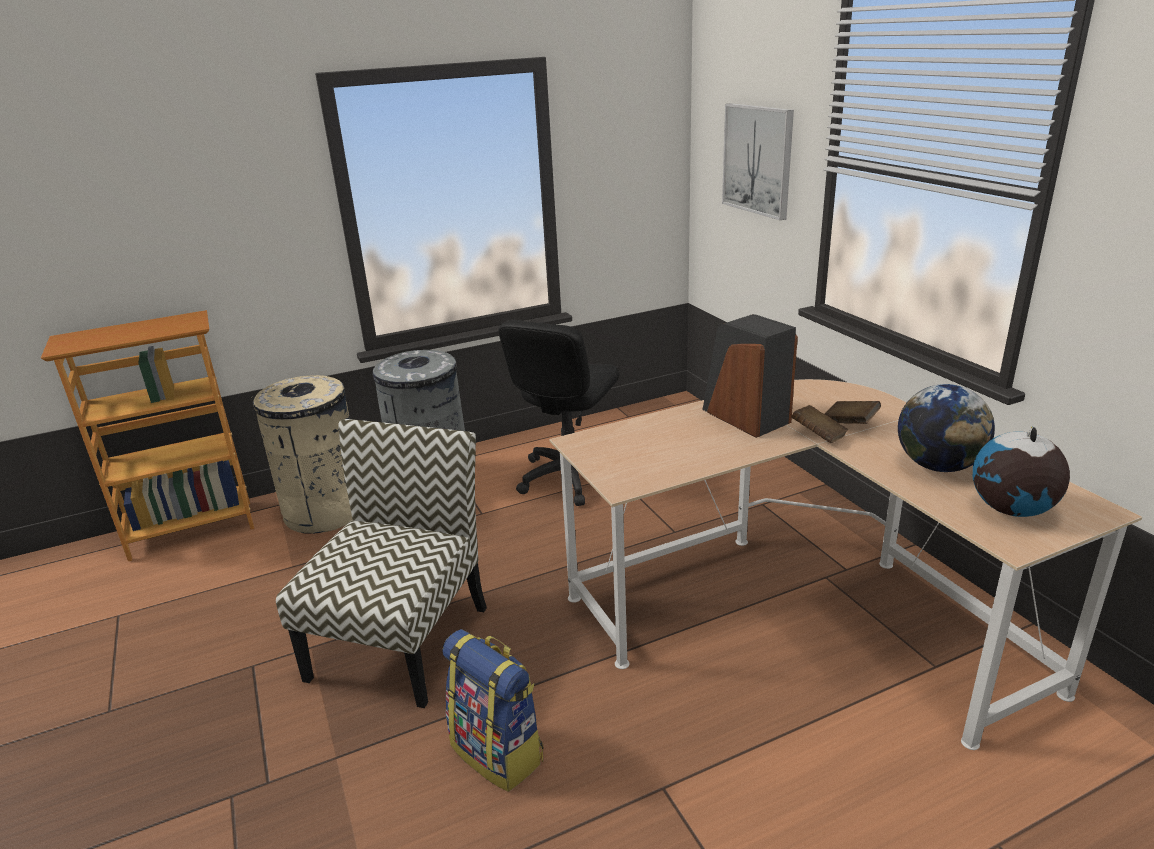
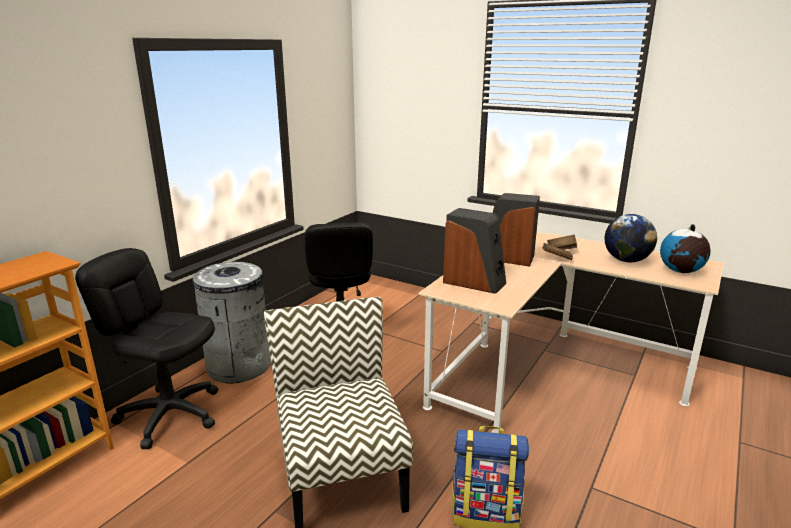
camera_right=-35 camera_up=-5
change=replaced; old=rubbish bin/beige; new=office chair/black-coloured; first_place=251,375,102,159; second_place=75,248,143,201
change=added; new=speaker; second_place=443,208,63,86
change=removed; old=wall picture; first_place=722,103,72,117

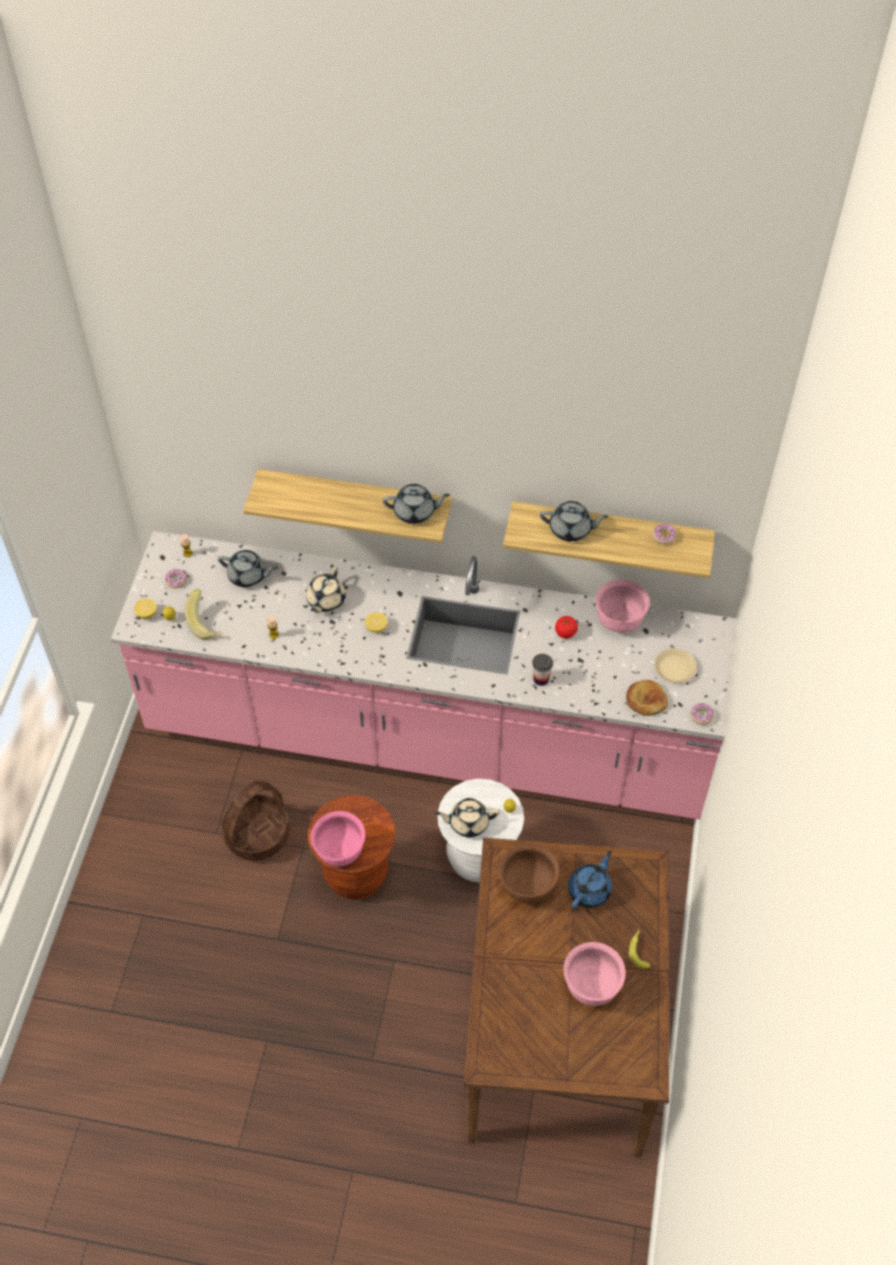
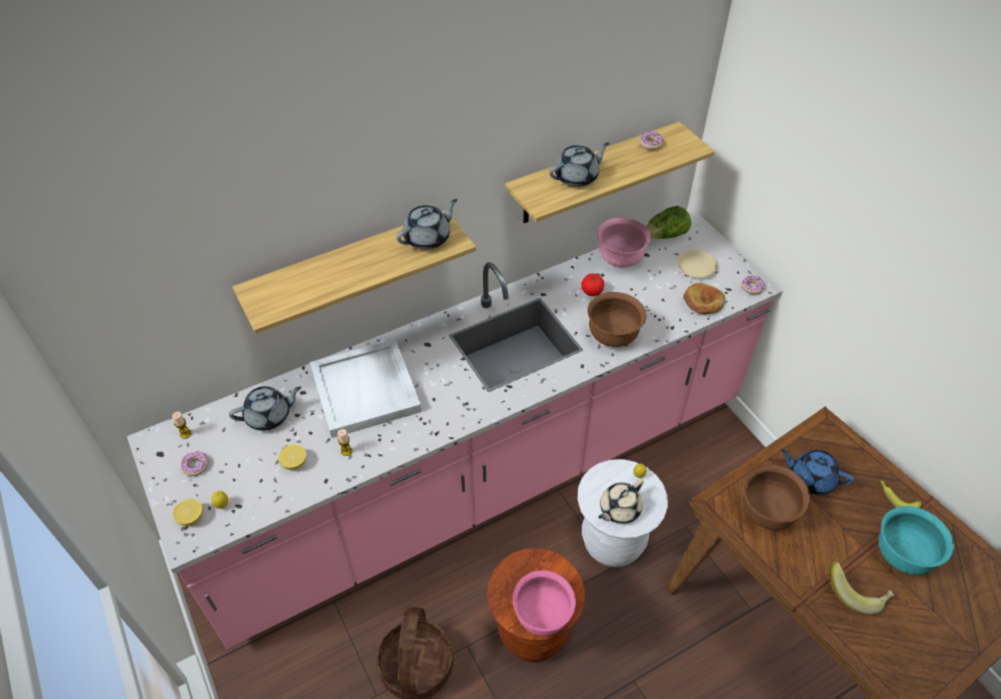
camera_right=-40 camera_up=-5
change=moved; old=whole lemon; first_place=365,612,23,21; second_place=278,444,28,26
change=replaced; old=pot for tea/beige; new=tray/white; first_place=306,566,40,47; second_place=310,339,112,99
change=replaced; old=drinking cup; new=bowl/brownish; first_place=532,654,21,32; second_place=587,292,59,55
change=added; new=head of lettuce; second_place=646,206,45,33
change=turned; old=pot for tea/bluish; first_place=568,851,44,58; second_place=781,449,73,46; degrees=-60
change=moved; old=banana; first_place=184,589,37,50; second_place=829,562,65,53
change=recoloured; old=bowl/pink-coloured; new=bowl/turquoise-coloured; first_place=563,942,63,64; second_place=879,506,75,69

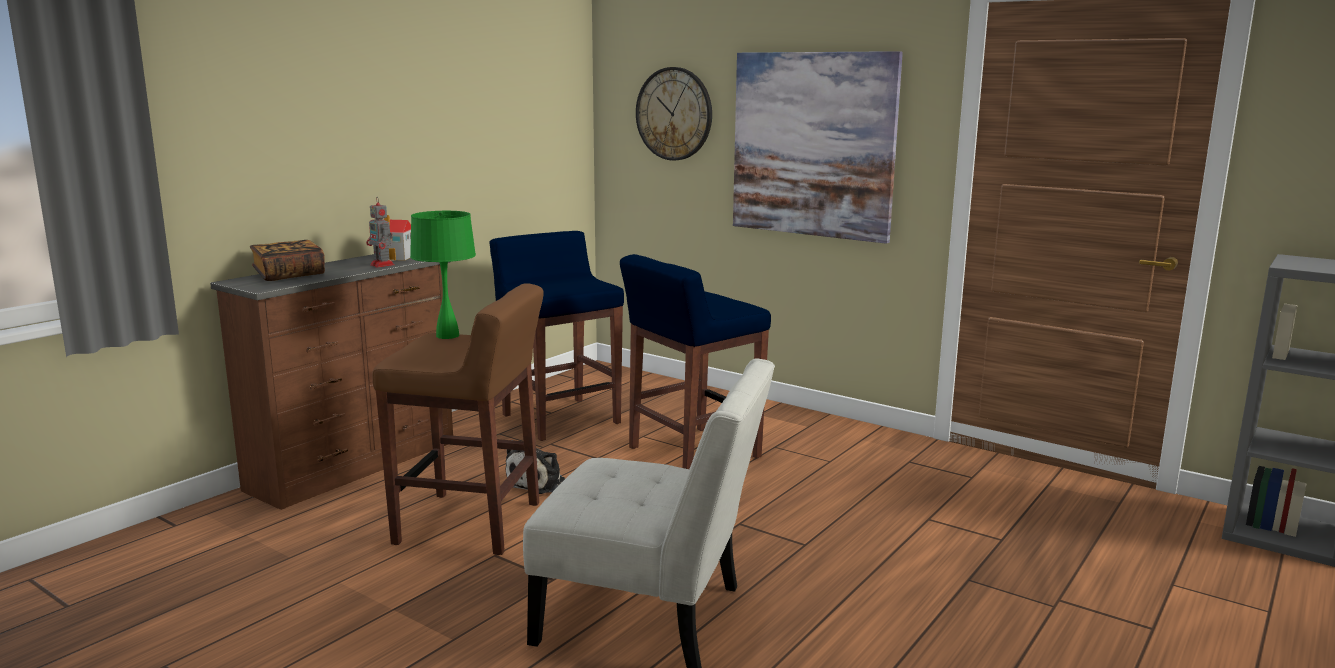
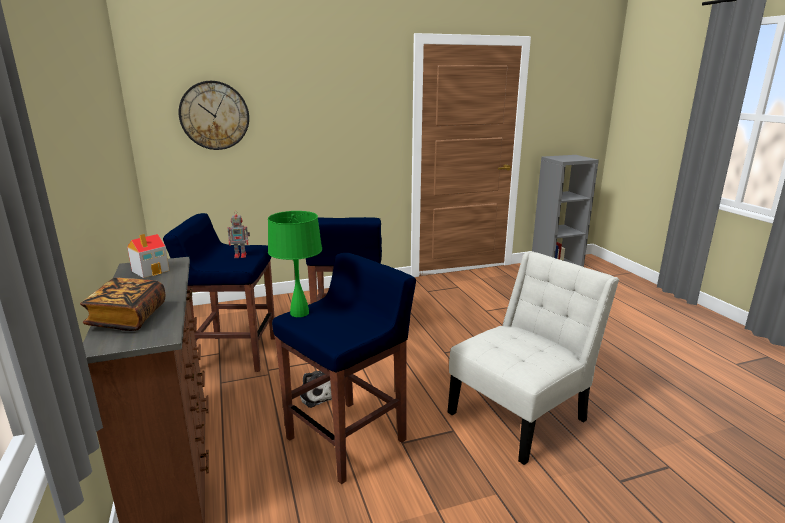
camera_right=-55 camera_up=5
change=moved; old=model robot; first_place=366,197,29,71; second_place=228,210,22,48
change=recoloured; old=stool/brownish; new=stool/bluish; first_place=372,283,172,272; second_place=272,253,144,231
change=removed; old=wall picture; first_place=733,51,170,193

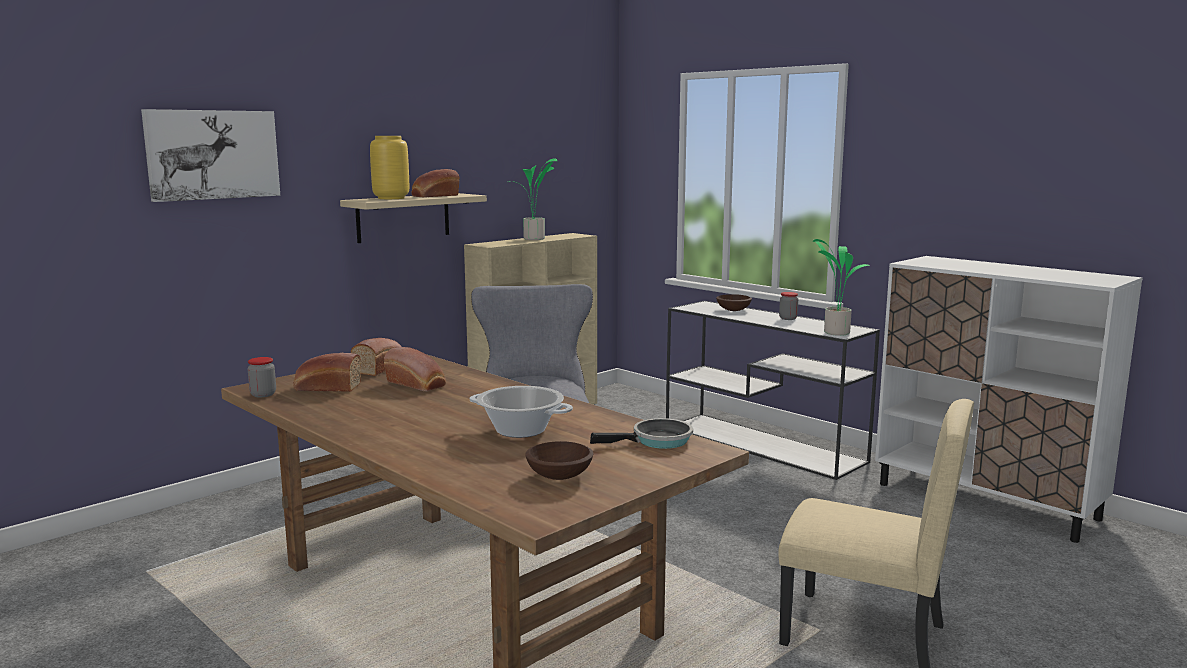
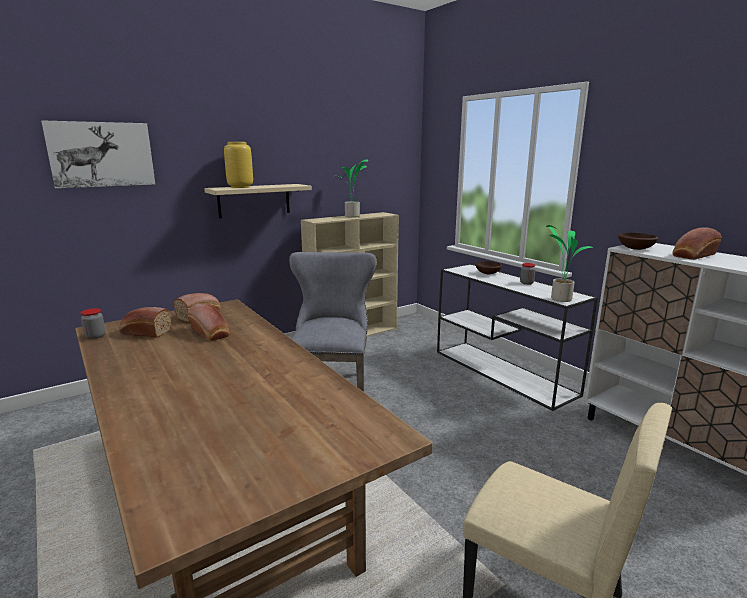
camera_right=10 camera_up=5
change=moved; old=bowl/brownish; first_place=525,441,69,39; second_place=618,233,41,17
change=moved; old=baked bread; first_place=412,169,47,28; second_place=673,227,49,33
change=removed; old=saucepot; first_place=469,386,104,52
change=removed; old=skillet; first_place=590,418,103,31

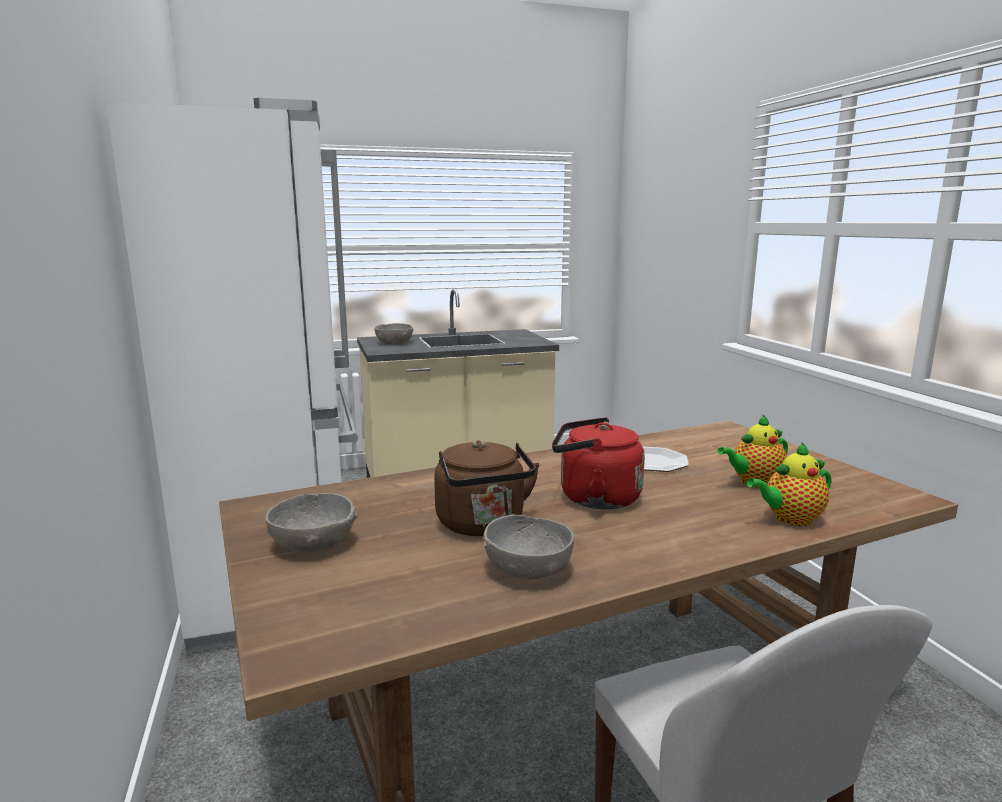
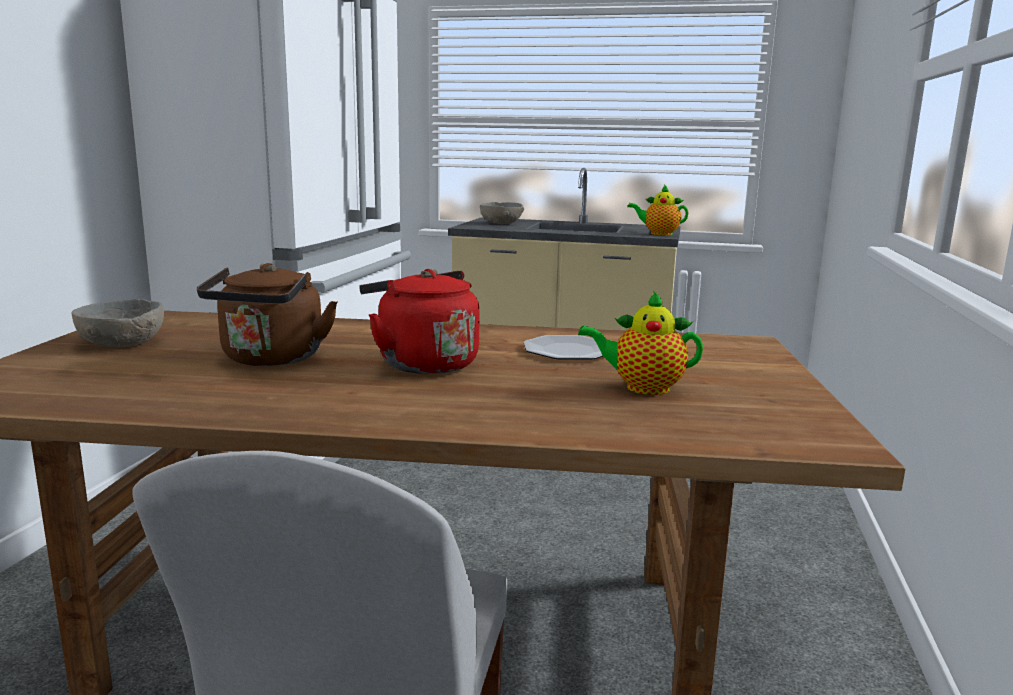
camera_right=30 camera_up=0
change=moved; old=pot for tea; first_place=747,442,85,84; second_place=627,184,61,52
change=removed; old=bowl/gray; first_place=483,514,91,66

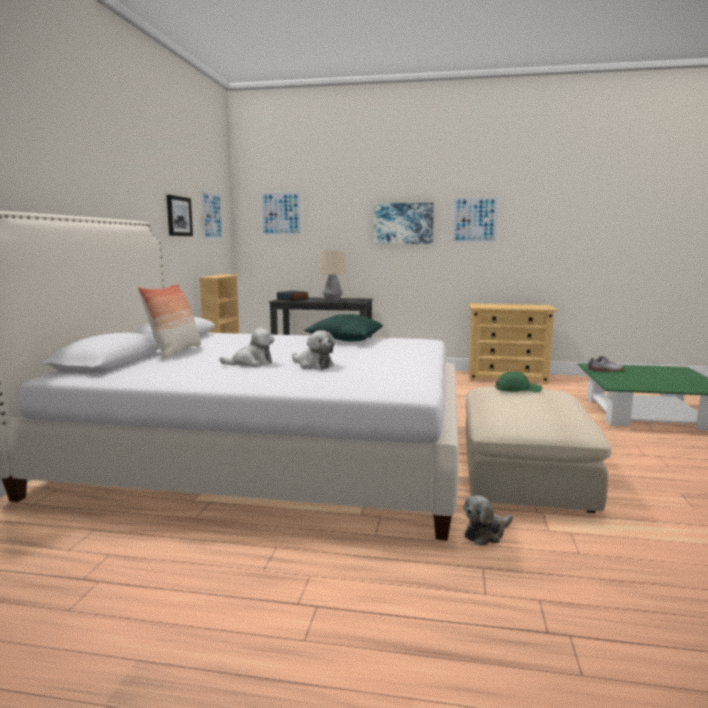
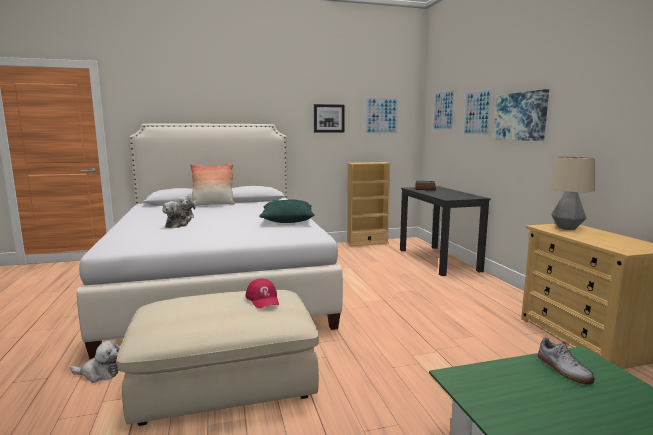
camera_right=65 camera_up=0
change=turned; old=soft toy; first_place=464,495,49,51; second_place=70,340,50,43; degrees=150
change=recoloured; old=peaked cap/greenish; new=peaked cap/red; first_place=495,371,47,21; second_place=245,278,34,30
change=moved; old=wall picture; first_place=451,196,49,47; second_place=463,88,30,48
change=moved; old=tabletop lamp; first_place=319,251,27,51; second_place=550,156,45,74

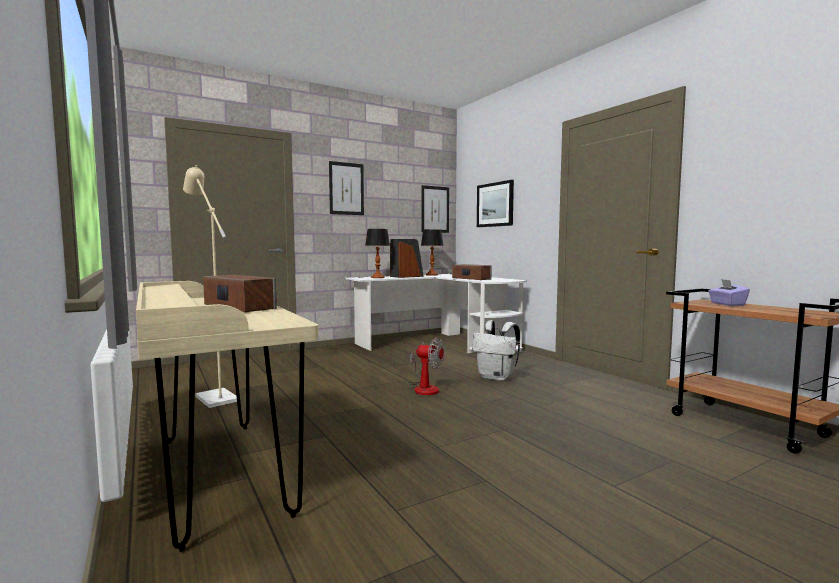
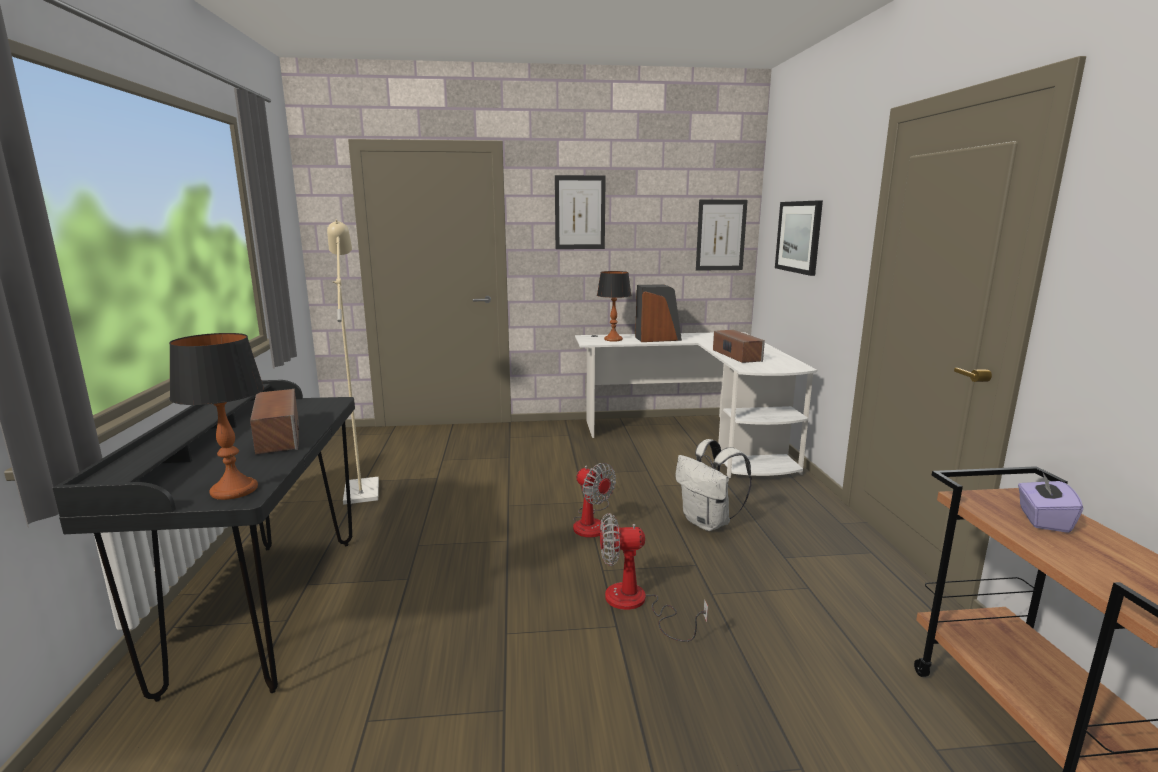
camera_right=25 camera_up=10
change=recoloured; old=desk/beige; new=desk/black-coloured; first_place=136,281,183,271; second_place=53,380,302,322
change=moved; old=tabletop lamp; first_place=421,230,23,46; second_place=169,333,95,167
change=added; new=fan; second_place=600,513,108,129

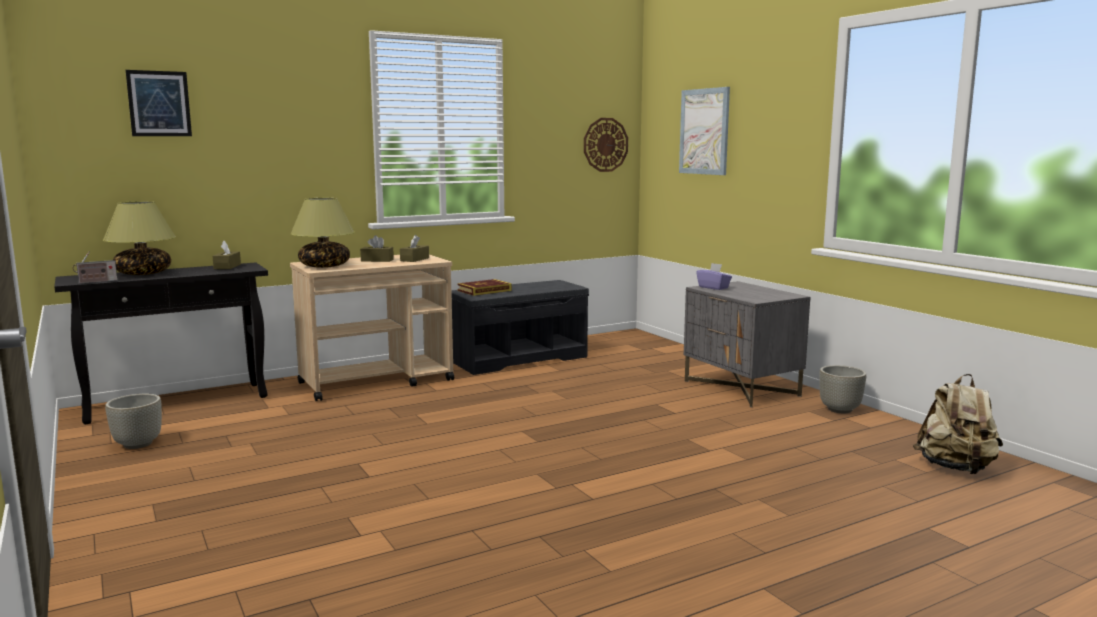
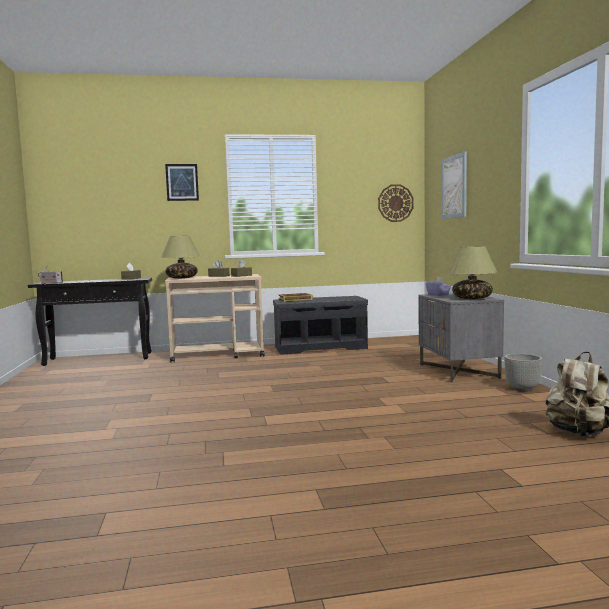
camera_right=20 camera_up=-5
change=moved; old=wall picture; first_place=126,70,66,66; second_place=165,164,34,37
change=moved; old=tabletop lamp; first_place=103,201,73,74; second_place=448,246,50,53
change=removed; old=plant pot/gray; first_place=105,394,57,55

